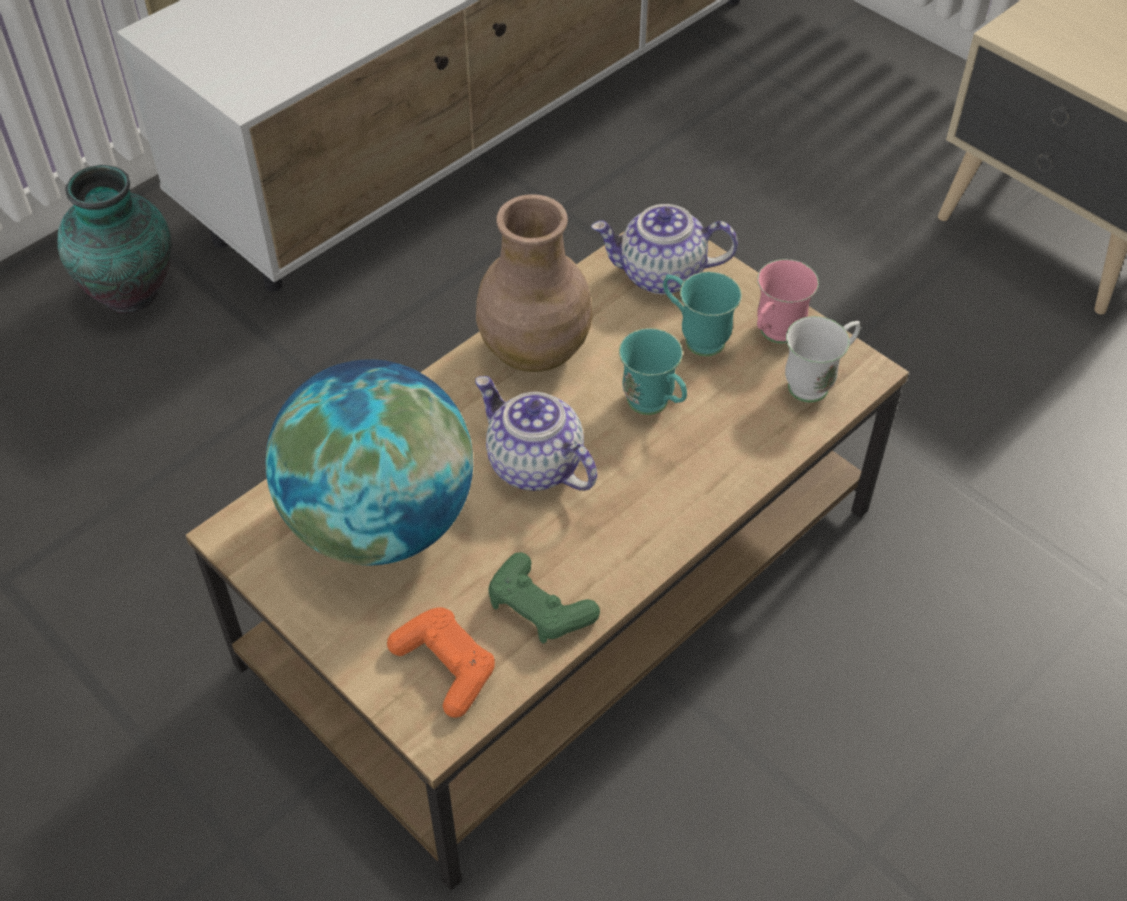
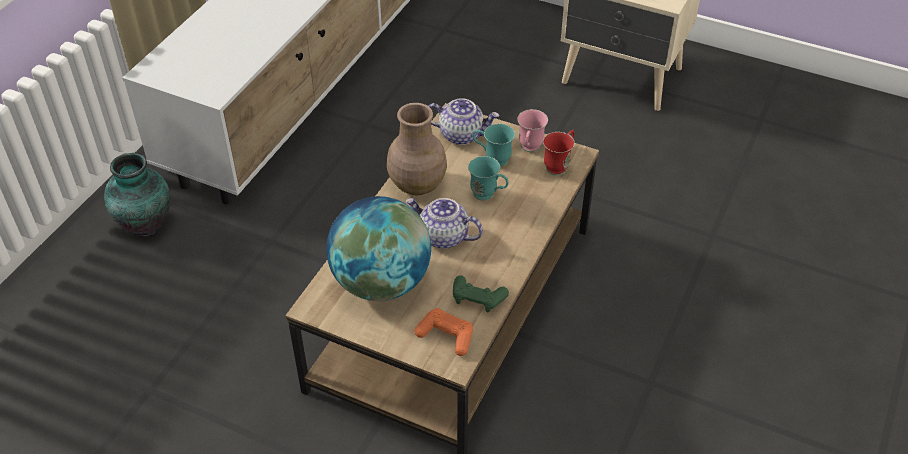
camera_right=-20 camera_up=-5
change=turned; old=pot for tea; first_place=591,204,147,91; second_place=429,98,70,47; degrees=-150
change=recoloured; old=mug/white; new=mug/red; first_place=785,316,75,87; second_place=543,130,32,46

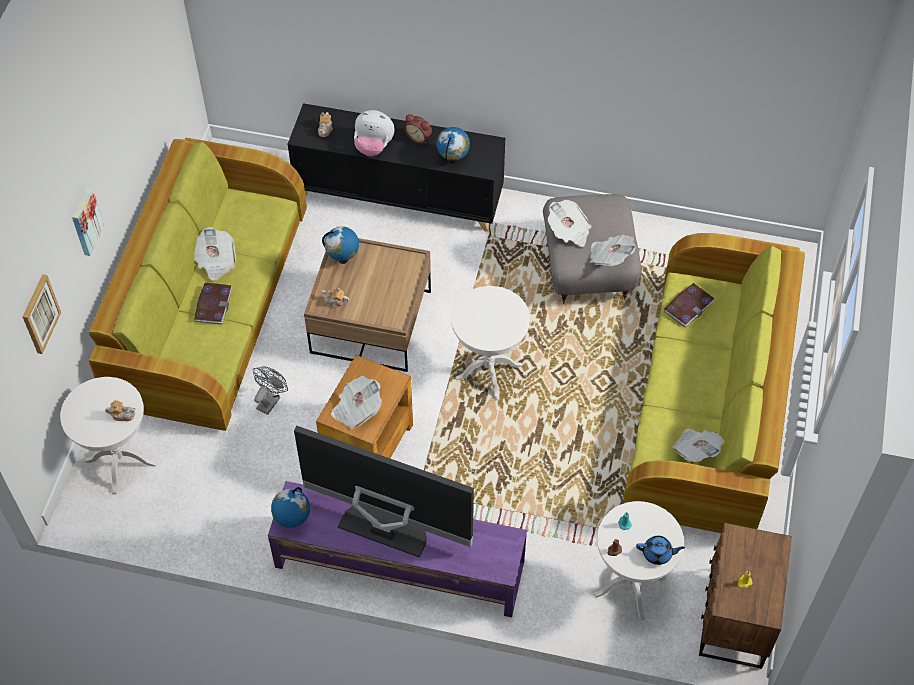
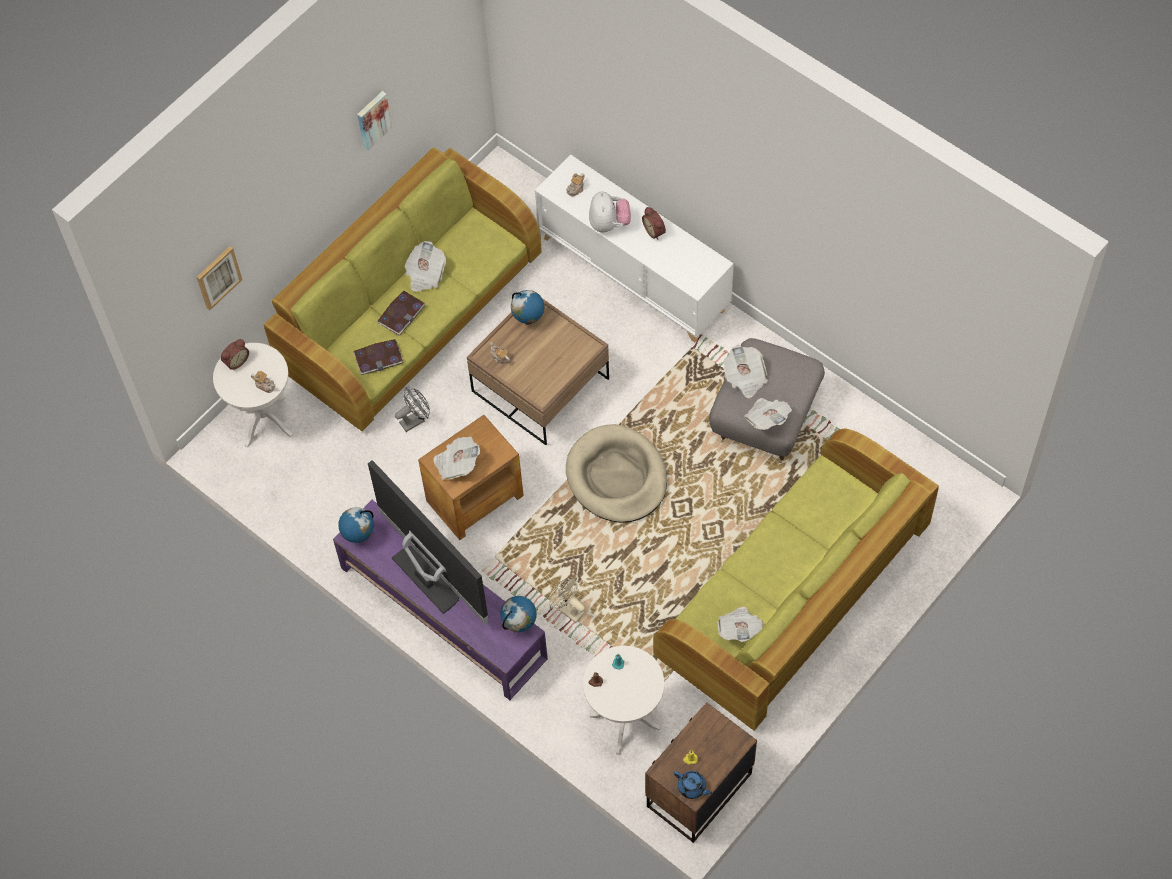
camera_right=30 camera_up=5
change=added; new=alarm clock; second_place=221,339,28,31
change=moved; old=book; first_place=664,283,51,44; second_place=354,339,50,36
change=moved; old=wall picture; first_place=72,186,32,70; second_place=357,91,35,60
change=moved; old=desk globe; first_place=436,127,34,37; second_place=500,596,37,36
change=recoloured; old=cupboard/black-coloured; new=cupboard/white; first_place=288,103,217,129; second_place=535,155,199,188
change=added; new=fan/beige; second_place=549,577,36,46
change=replaced; old=end table/white; new=pet bed/beige; first_place=451,286,79,114; second_place=566,424,101,99
change=turned; old=soft toy; first_place=354,110,41,46; second_place=589,191,42,41; degrees=-135
change=moved; old=pot for tea/bluish; first_place=636,536,49,29; second_place=674,771,39,28

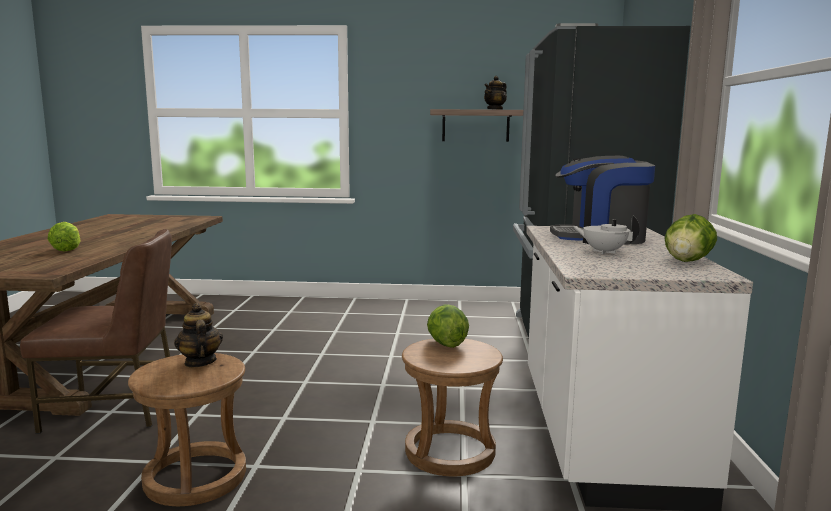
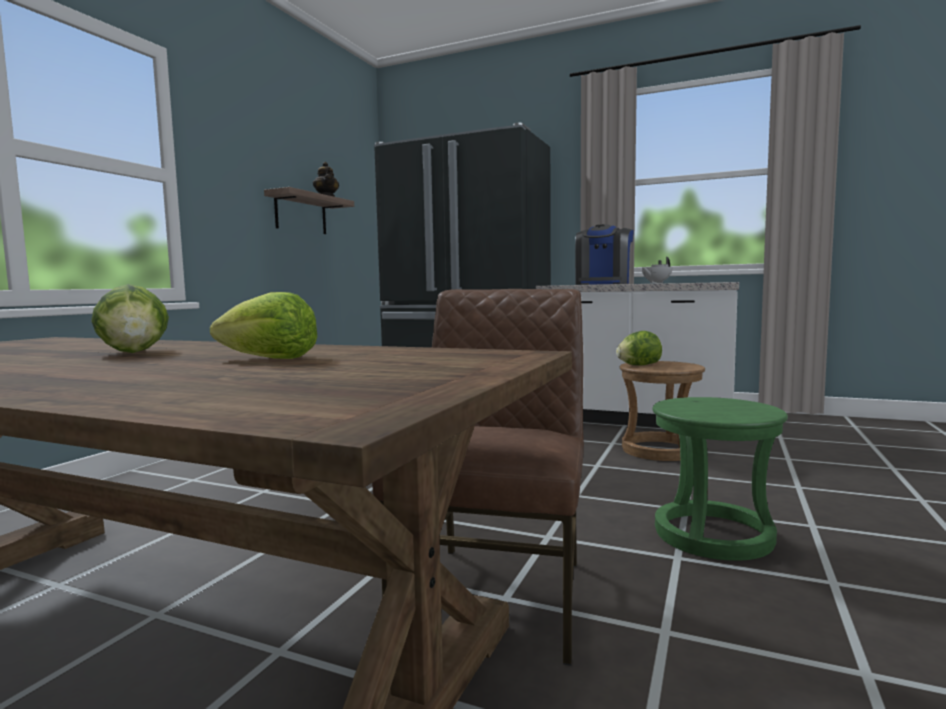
camera_right=-70 camera_up=-5
change=moved; old=head of lettuce; first_place=664,214,53,48; second_place=91,284,78,69
change=recoloured; old=stool/brownish; new=stool/greenish; first_place=128,353,118,153; second_place=652,397,136,164
change=removed; old=pot for tea; first_place=174,303,49,64

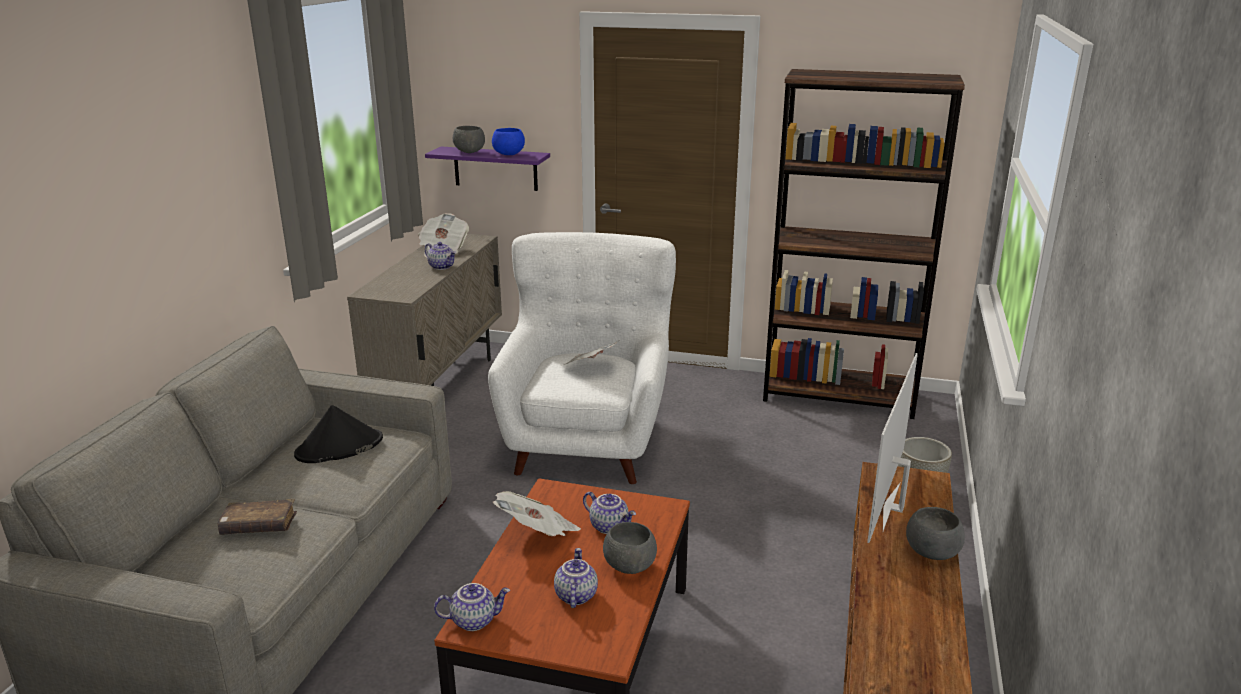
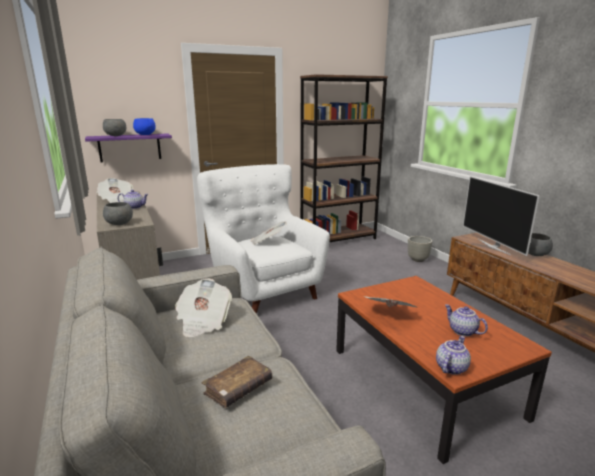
camera_right=-40 camera_up=-5
change=moved; old=bowl/gray; first_place=603,522,54,52; second_place=103,202,30,23
change=replaced; old=wearable hat/black-coloured; new=daily paper; first_place=294,405,89,58; second_place=175,278,57,59
change=removed; old=pot for tea; first_place=583,492,53,42

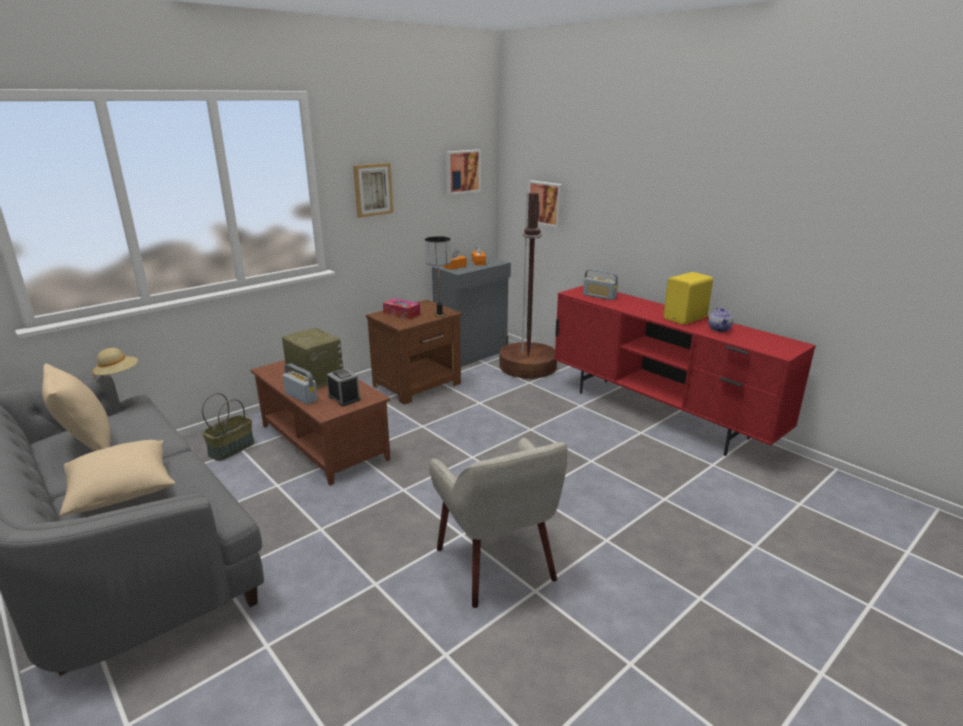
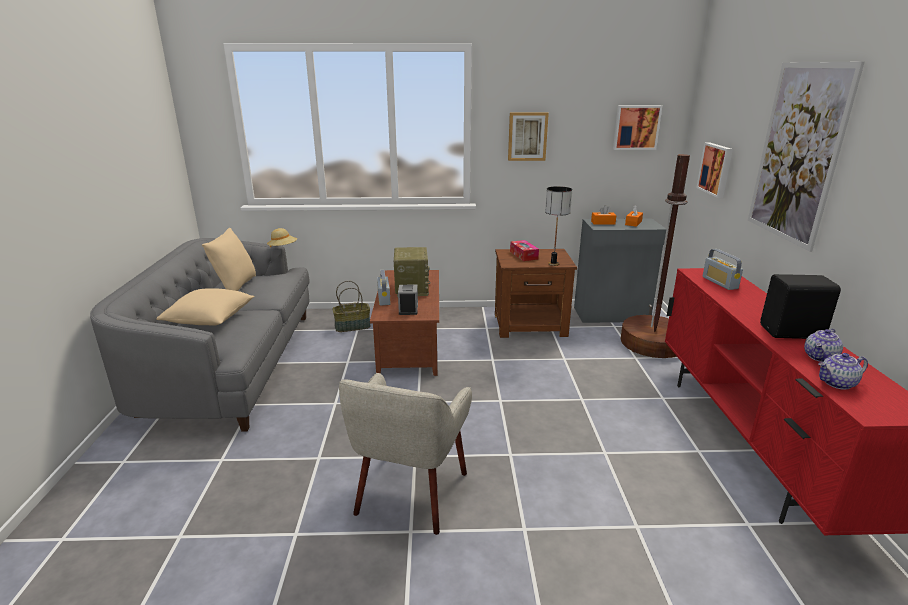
camera_right=40 camera_up=0
change=added; new=wall picture; second_place=748,62,116,190
change=recoloured; old=speaker/yellow; new=speaker/black-coloured; first_place=663,272,50,53; second_place=760,274,81,65
change=added; new=pot for tea; second_place=818,353,50,37

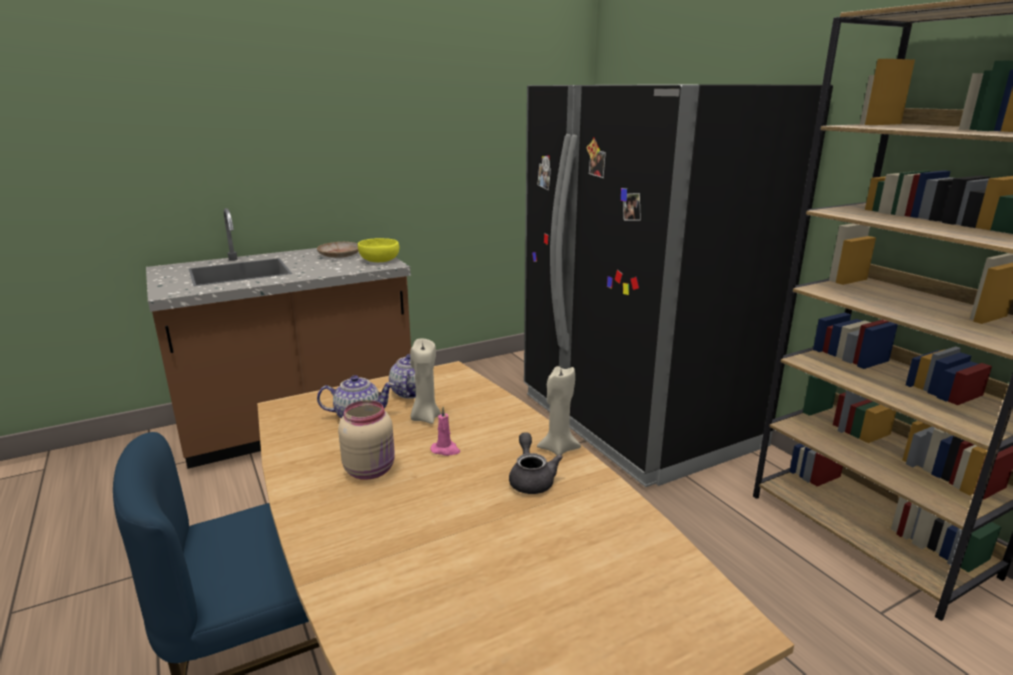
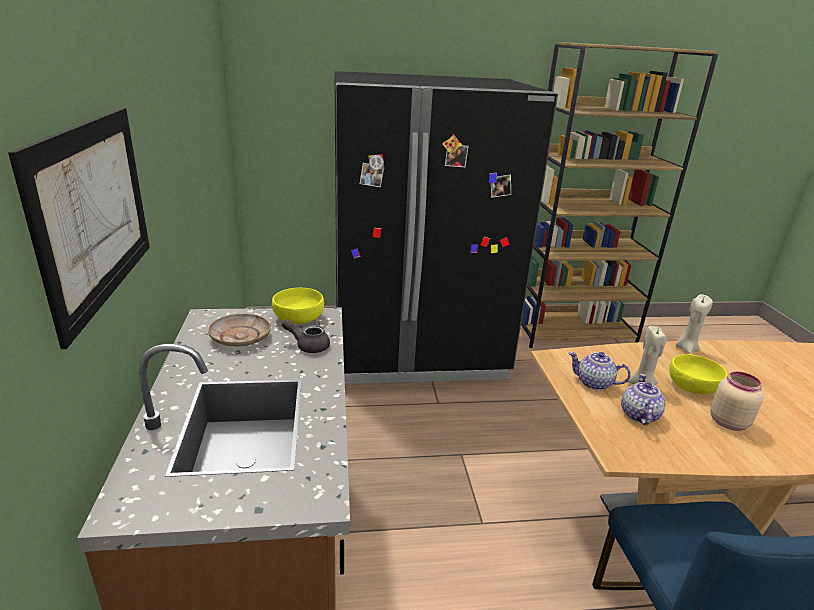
camera_right=-70 camera_up=5
change=added; new=wall picture; second_place=8,108,142,241
change=moved; old=pot for tea/gray; first_place=509,432,54,62; second_place=282,319,48,34
change=replaced; old=wax candle/pink-coloured; new=bowl/yellow; first_place=430,407,30,49; second_place=669,354,58,40

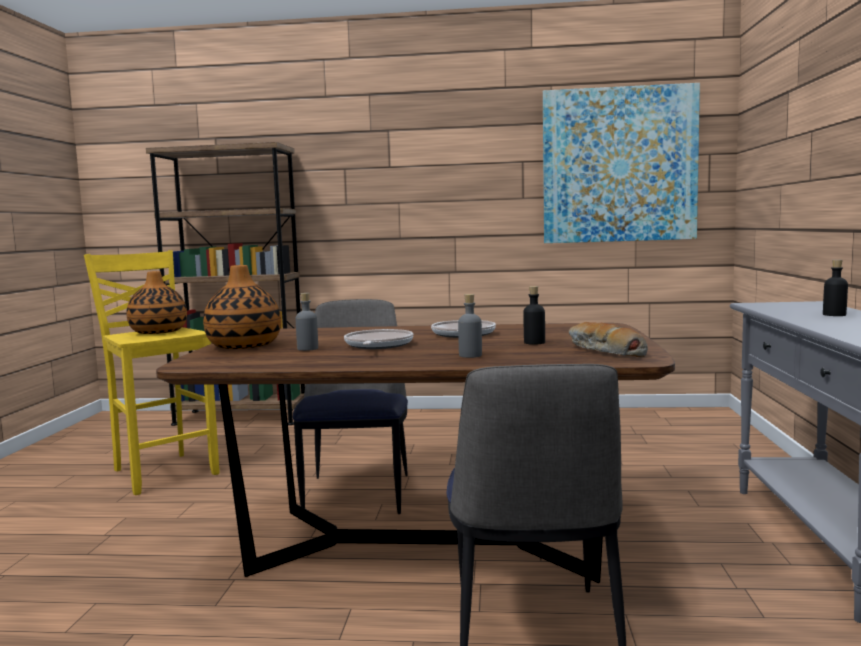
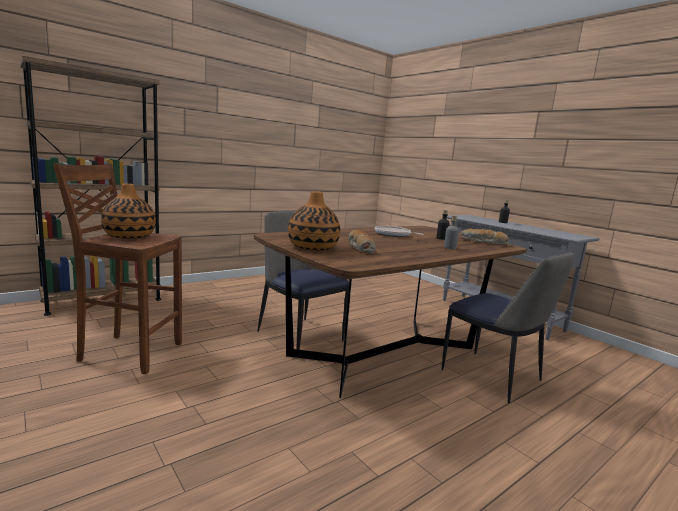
camera_right=-45 camera_up=5
change=recoloured; old=stool/yellow; new=stool/brownish; first_place=84,250,135,245; second_place=53,163,129,211
change=replaced; old=beverage bottle/gray; new=baked bread; first_place=296,293,22,58; second_place=349,230,27,24
change=removed; old=skillet; first_place=344,329,69,20
change=removed; old=wall picture; first_place=543,83,157,160

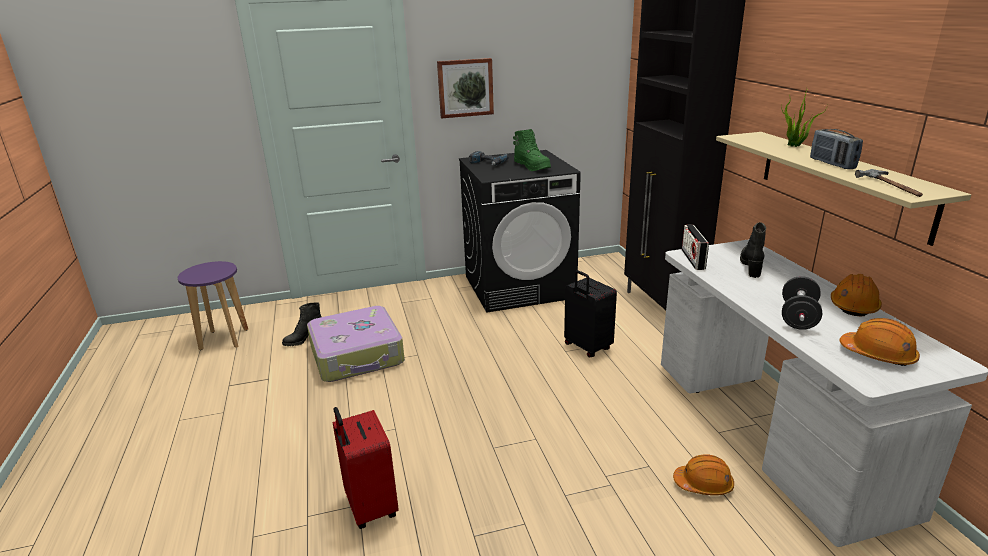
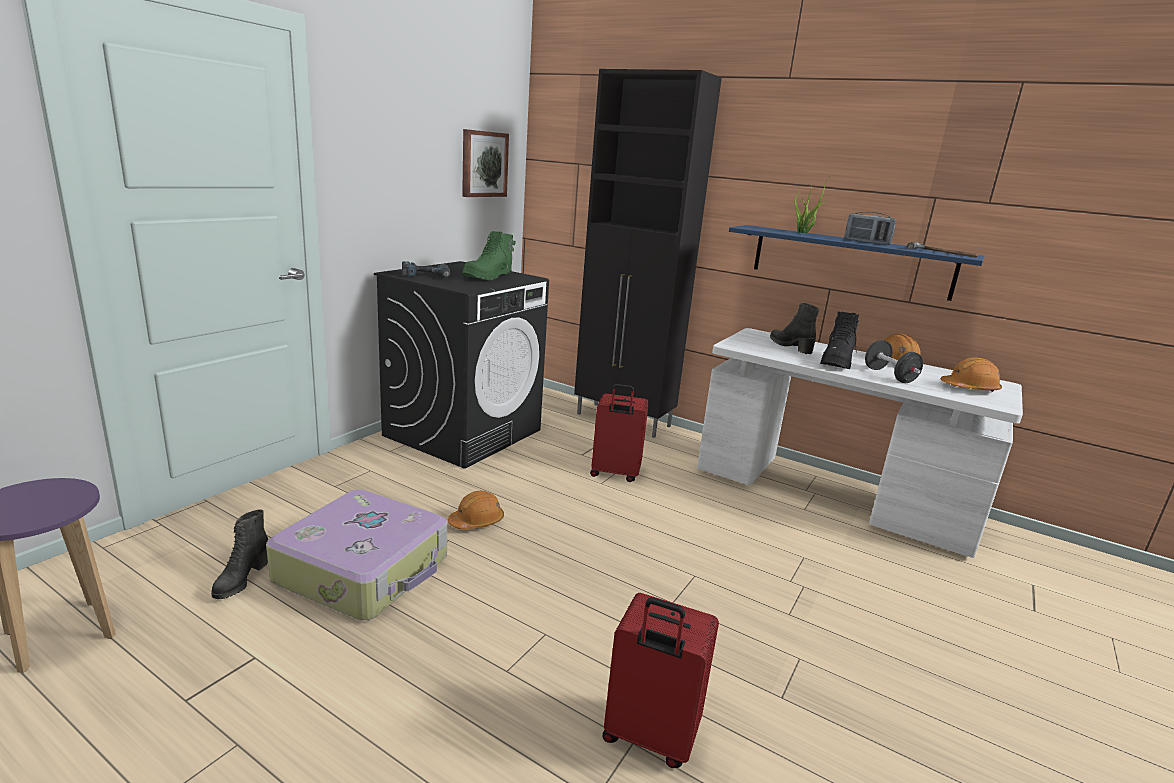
camera_right=-45 camera_up=-5
change=moved; old=hard hat/orangey; first_place=673,454,61,41; second_place=448,491,56,39
change=moved; old=wall picture; first_place=437,58,57,60; second_place=462,129,47,68
change=turned; old=boot/greenish; first_place=513,129,38,42; second_place=462,231,54,49; degrees=105
change=recoloured; old=travel case/black-coloured; new=travel case/red; first_place=564,270,53,87; second_place=590,384,59,98
change=recoloured; old=wall shelf/beige; new=wall shelf/bluish; first_place=716,132,255,114; second_place=729,225,256,76
change=added; new=boot/black-coloured; second_place=820,311,39,58
change=removed; old=radio; first_place=682,225,27,45

